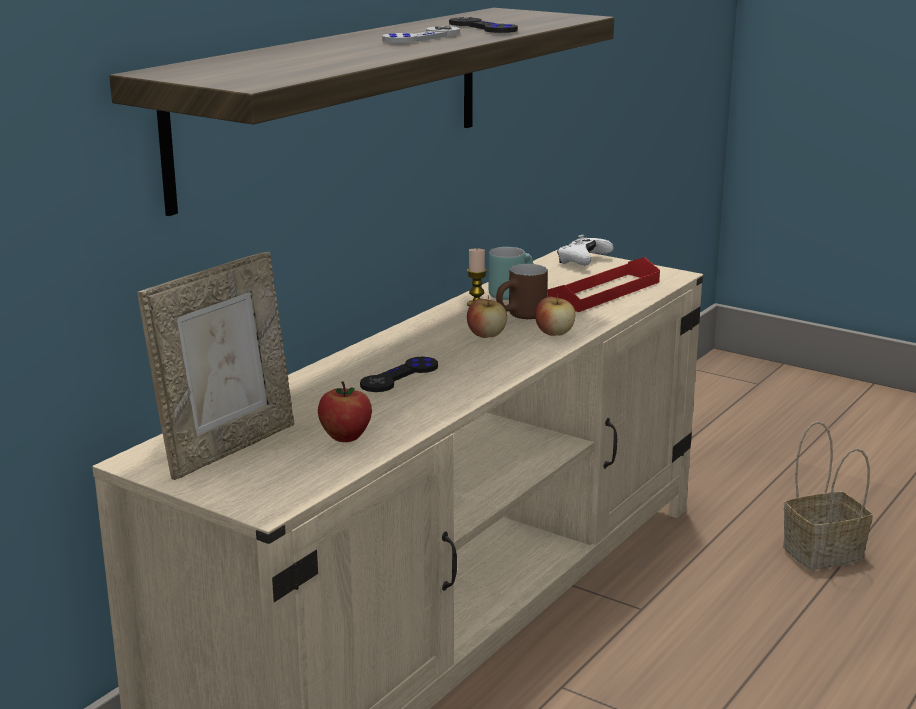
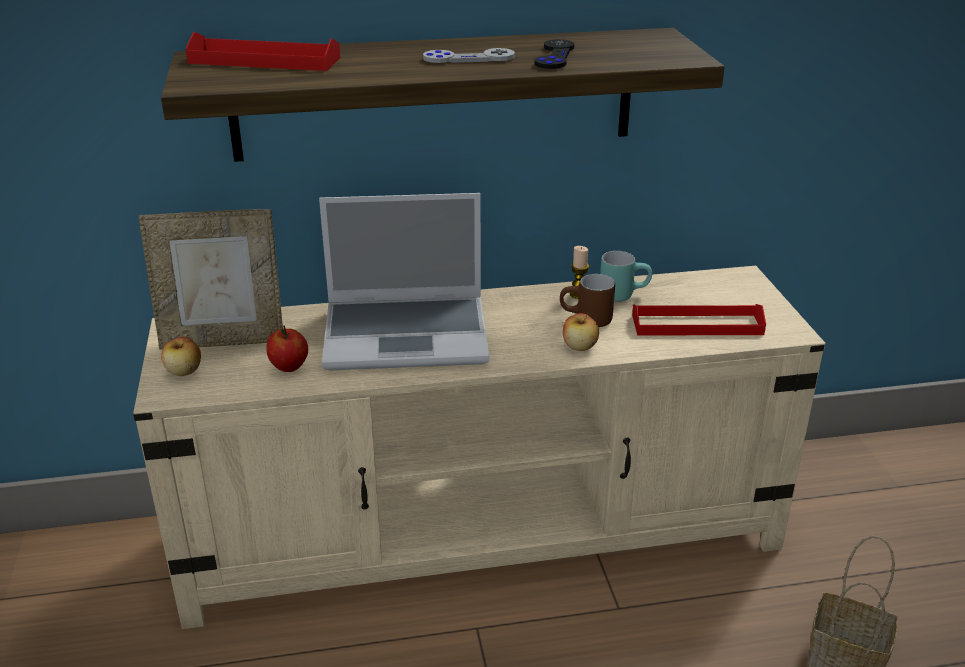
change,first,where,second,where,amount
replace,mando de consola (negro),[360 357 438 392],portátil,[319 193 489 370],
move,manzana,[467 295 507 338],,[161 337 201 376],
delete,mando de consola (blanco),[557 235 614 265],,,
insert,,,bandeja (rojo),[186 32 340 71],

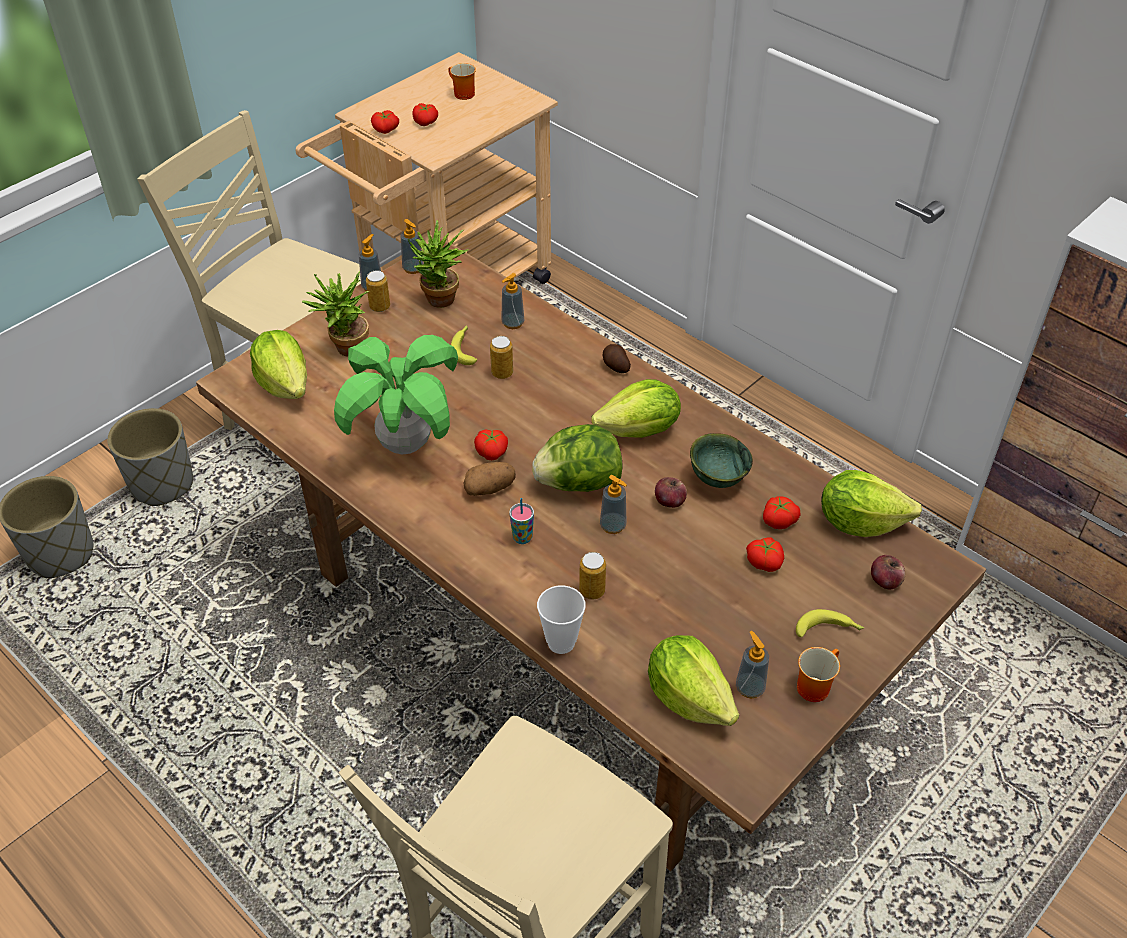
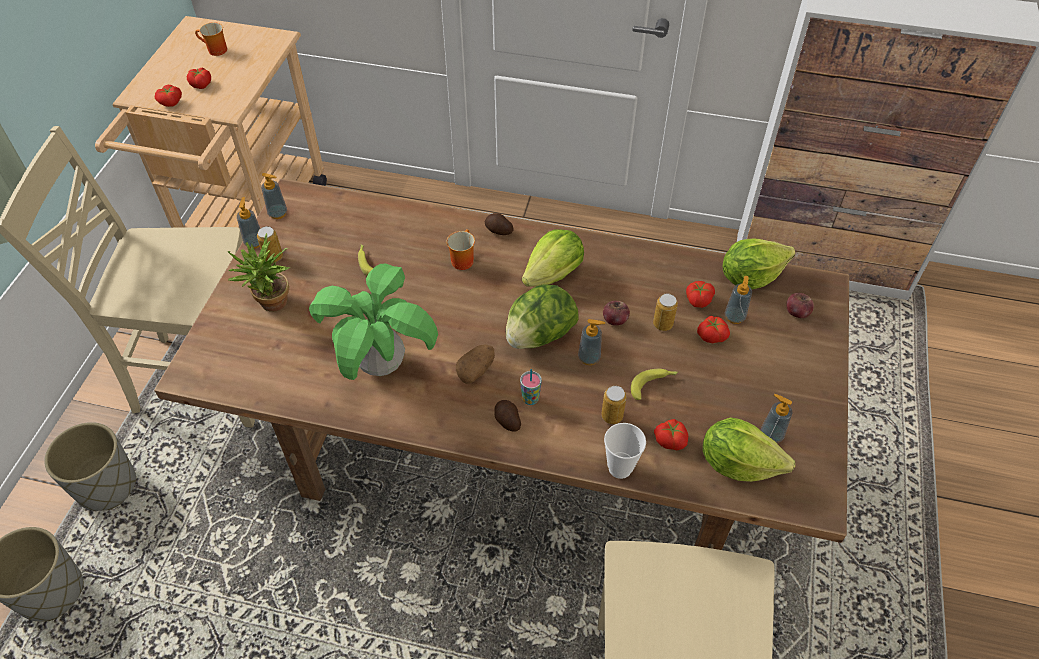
change,first,where,second,where,amount
delete,lechuga,[250 330 307 399],,,
delete,planta en maceta,[408 220 468 308],,,
move,tomate,[474 430 508 460],,[654 419 688 450],
move,lata,[490 336 513 379],,[653 293 678 331],
move,dispensador de jabón,[501 273 524 329],,[725 276 752 324],
delete,cuenco (verde),[690 433 753 488],,,
move,plátano,[796 609 864 637],,[631 369 678 400],
move,taza grande,[797 647 840 702],,[446 229 475 270],
insert,,,patata,[494 400 521 432],

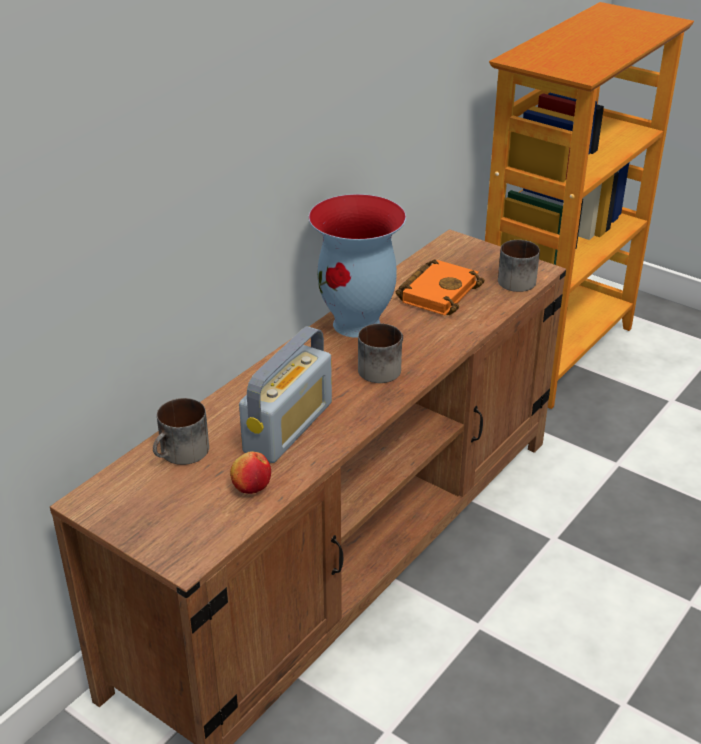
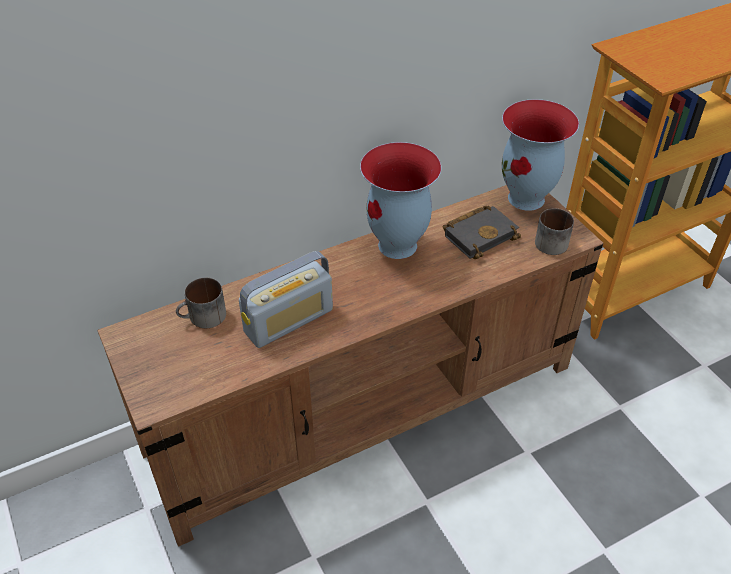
change,first,where,second,where,amount
delete,manzana,[230 451 271 494],,,
delete,taza grande,[358 323 403 383],,,
recolor,libro (naranja),[396 260 485 315],libro (negro),[443 206 521 259],
insert,,,florero,[502 99 579 211],

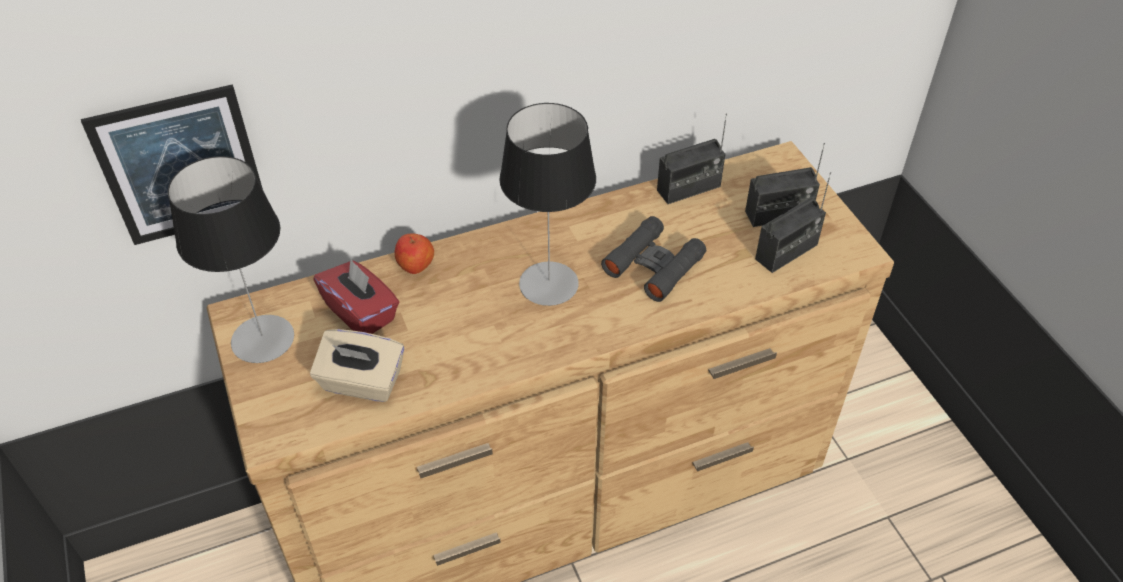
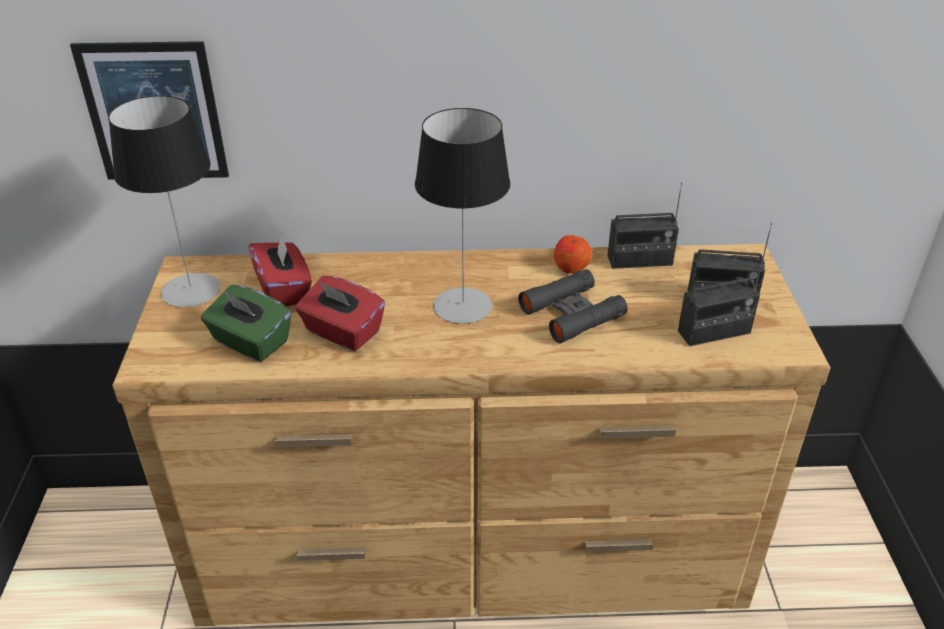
change,first,where,second,where,amount
recolor,caja de pañuelos (beis),[310 329 404 402],caja de pañuelos (verde),[201 285 291 361],
move,manzana,[395 233 434 274],,[554 235 592 274],
insert,,,caja de pañuelos (rojo),[295 276 385 351],

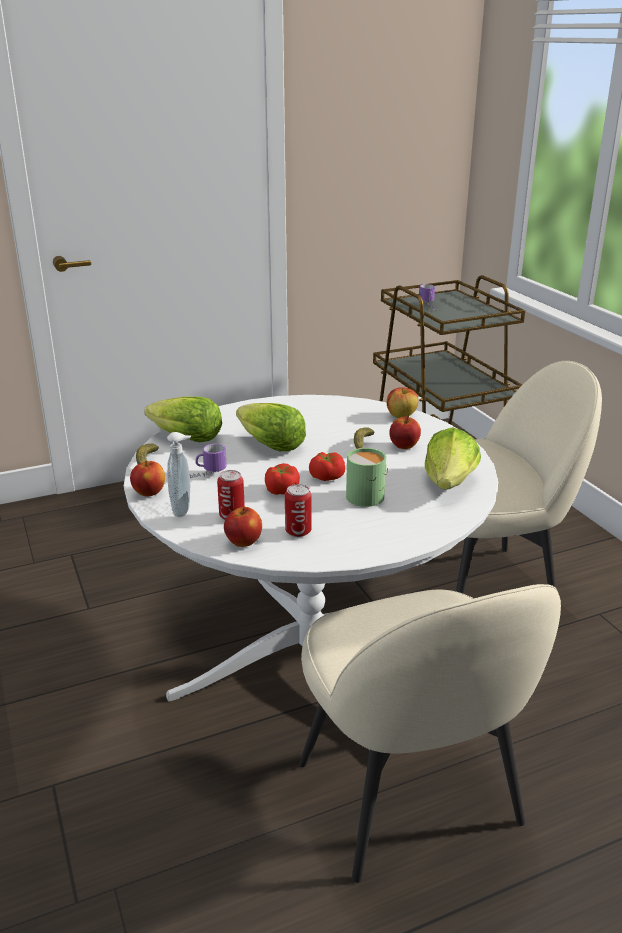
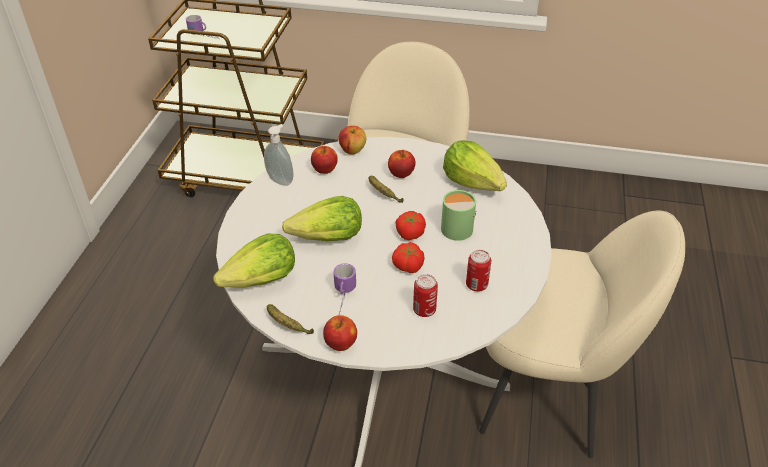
change,first,where,second,where,amount
move,dispensador de jabón,[167 432 191 517],,[264 124 294 186],
move,manzana,[224 507 262 547],,[311 146 338 174],

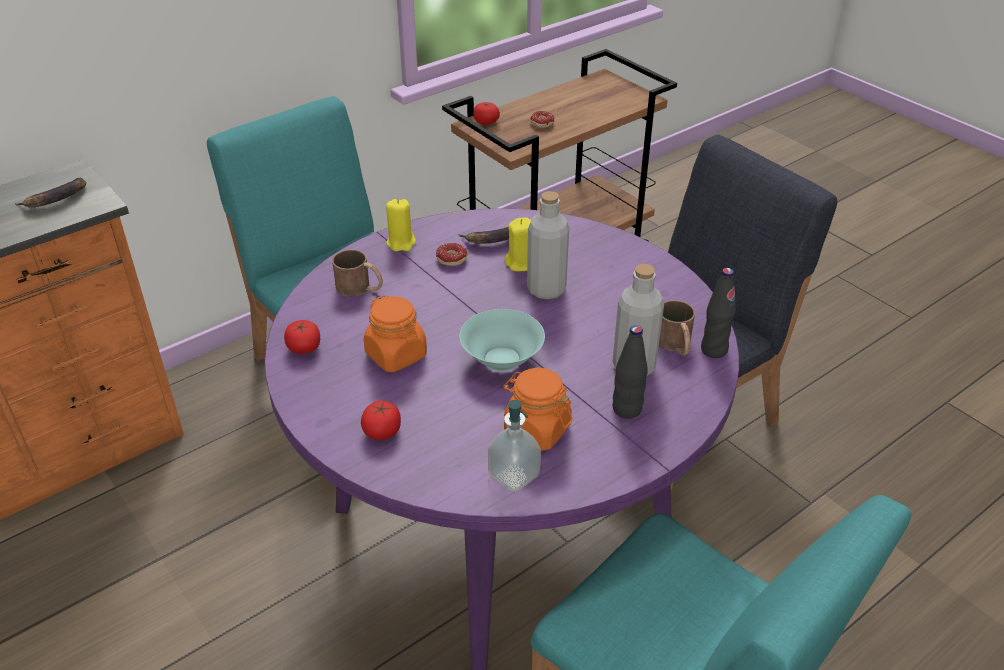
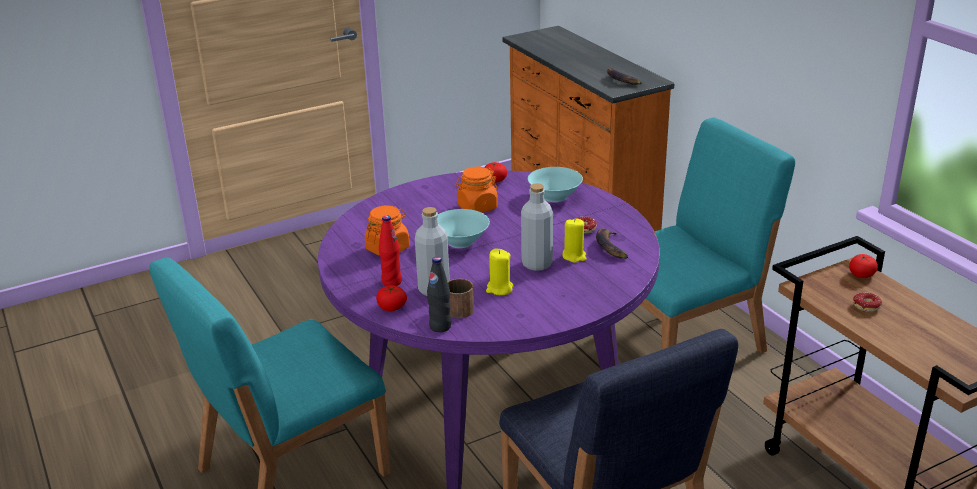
change,first,where,second,where,amount
replace,taza grande (marrón),[332 250 383 297],cuenco (turquesa),[528 167 583 202],
move,tomate,[361 401 401 440],,[376 285 407 311],
move,vela (amarillo),[386 199 416 251],,[486 249 514 295],
delete,dispensador de jabón,[488 400 541 492],,,
recolor,botella (negro),[613 325 648 418],botella (rojo),[379 215 402 286],

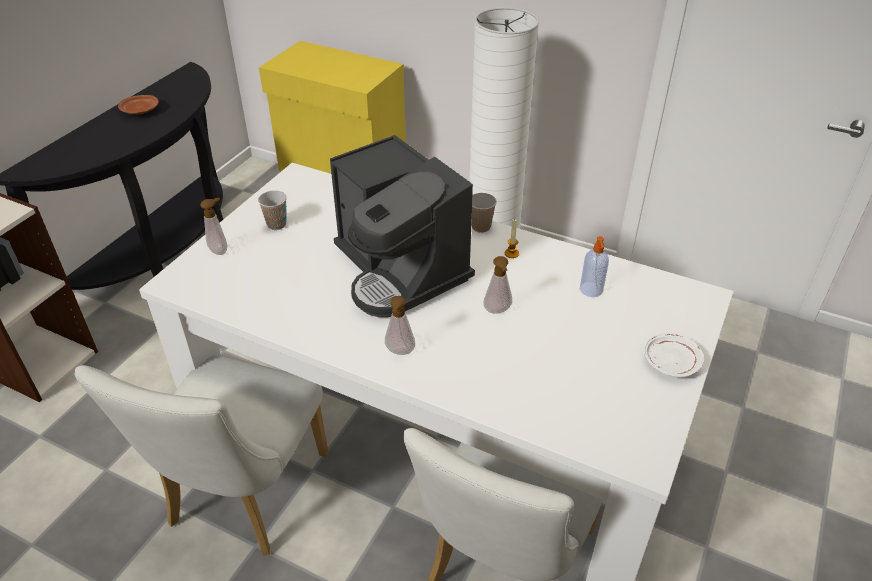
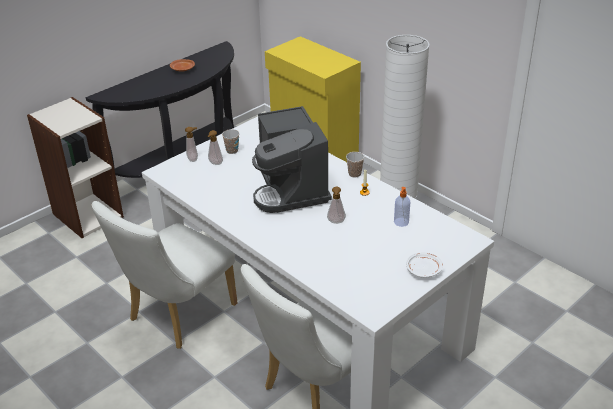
change,first,where,second,where,amount
move,dispensador de jabón,[385 296 415 355],,[207 130 223 165],

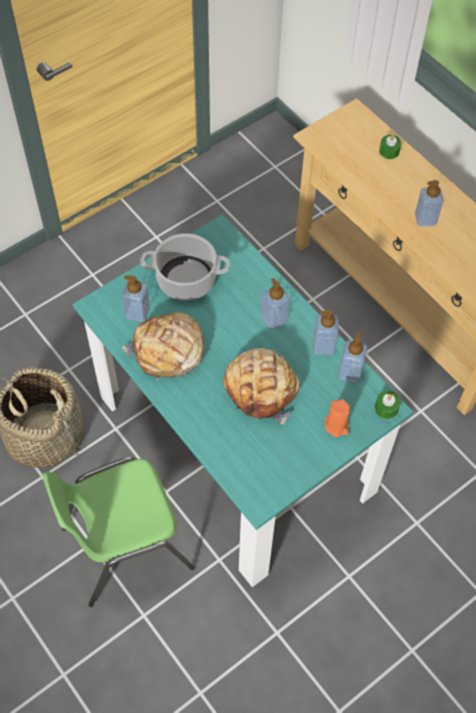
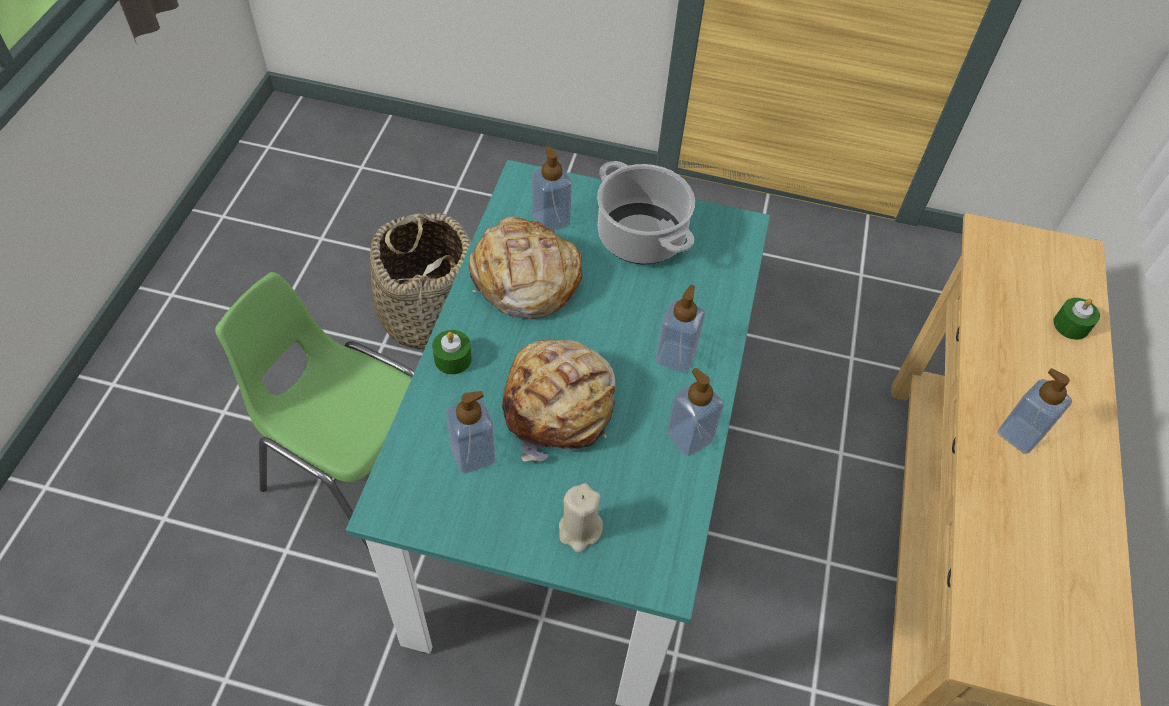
change,first,where,second,where,amount
recolor,vela (naranja),[325 399 350 437],vela (beis),[559 483 603 553],
move,dispensador de jabón,[338 332 368 383],,[446 391 495 473],
move,vela (verde),[375 390 401 419],,[432 330 471 375],

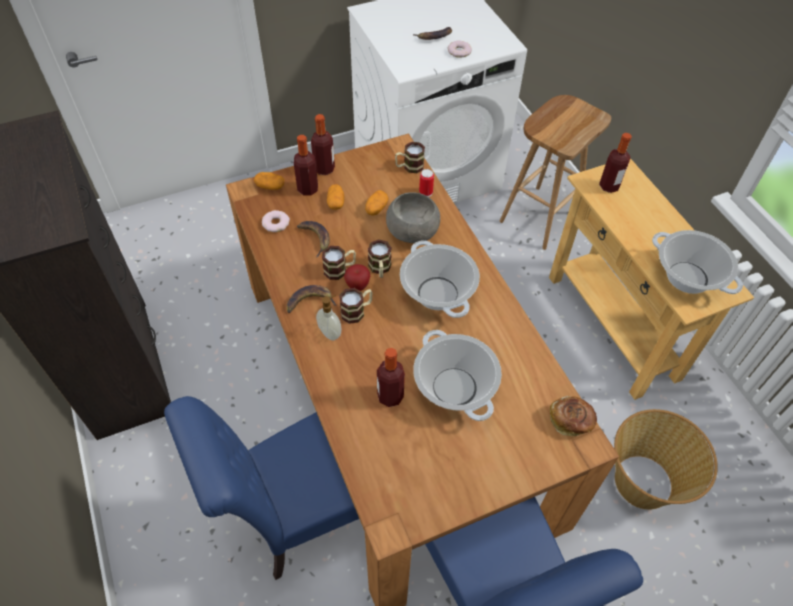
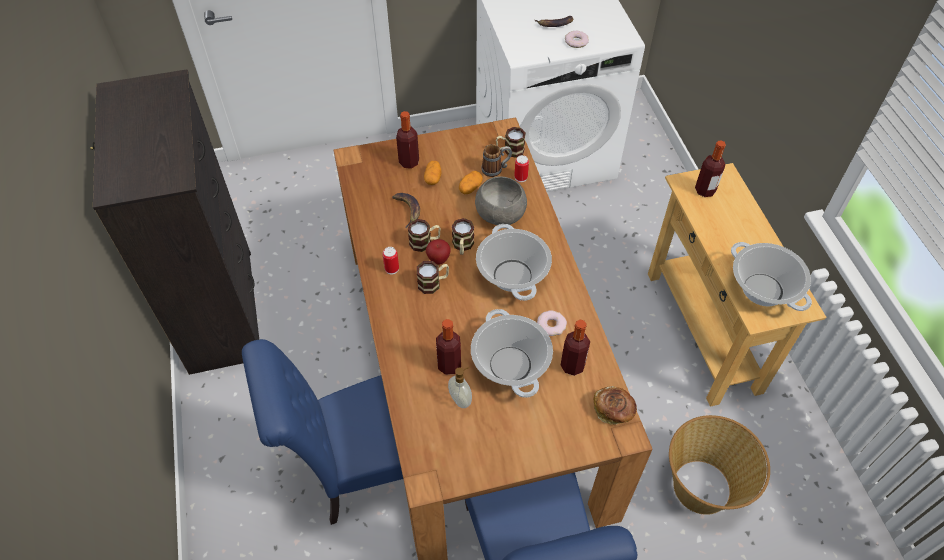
change,first,where,second,where,amount
delete,patata,[254 172 285 190],,,
move,rosquilla,[262 210 290 232],,[537 310 567 336],
replace,plátano,[286 285 337 313],lata,[383 247 399 274],
move,botella,[311 114 335 175],,[561 320 590 376],
move,dispensador de jabón,[316 295 341 340],,[448 367 472 408],
delete,taburete (marrón),[500 95 611 250],,,
insert,,,taza grande,[481 144 512 177],

